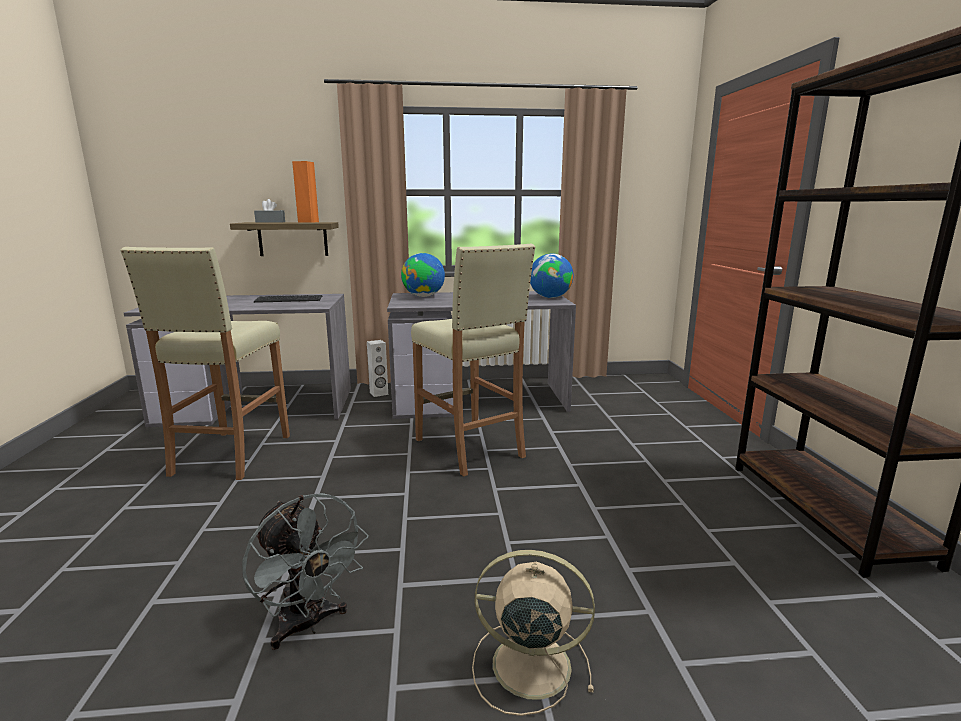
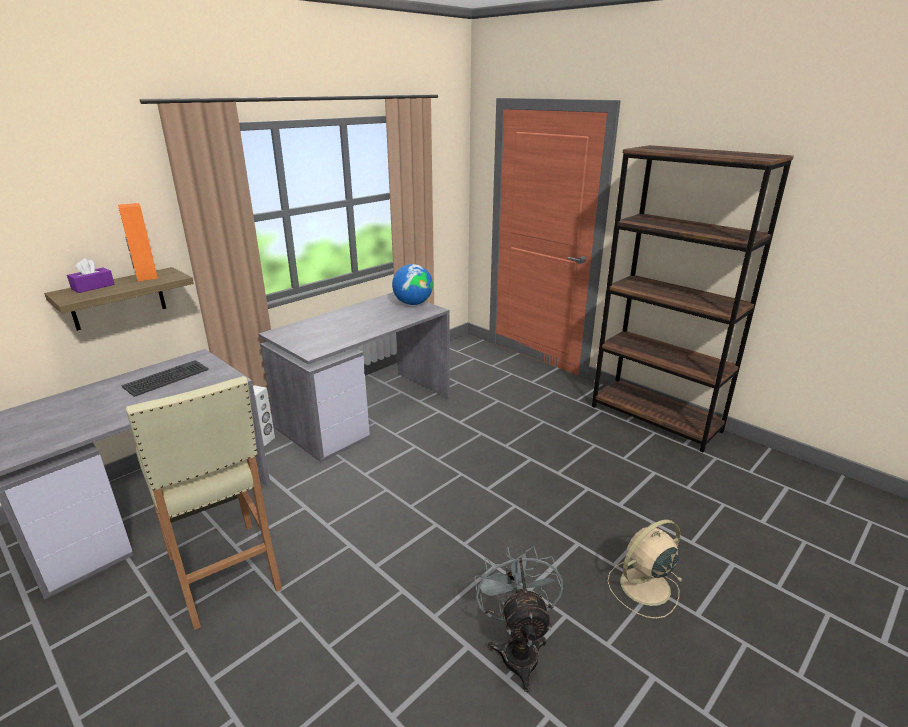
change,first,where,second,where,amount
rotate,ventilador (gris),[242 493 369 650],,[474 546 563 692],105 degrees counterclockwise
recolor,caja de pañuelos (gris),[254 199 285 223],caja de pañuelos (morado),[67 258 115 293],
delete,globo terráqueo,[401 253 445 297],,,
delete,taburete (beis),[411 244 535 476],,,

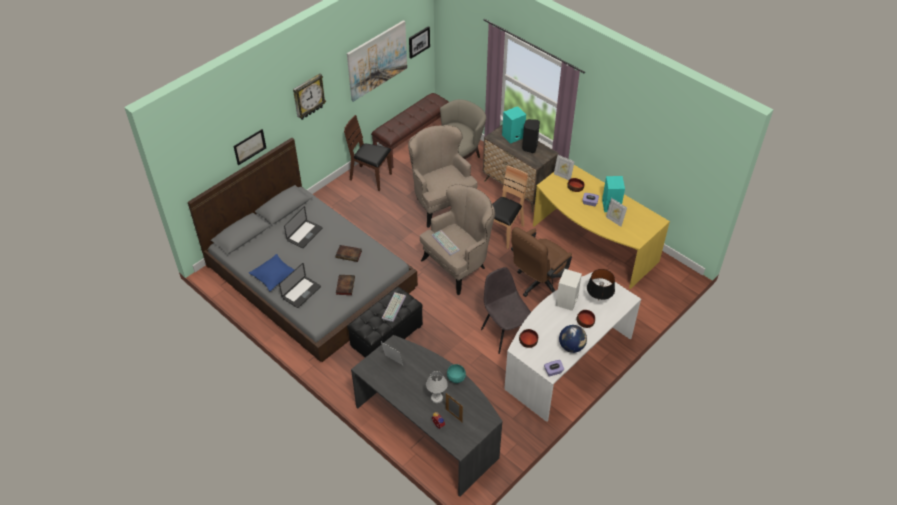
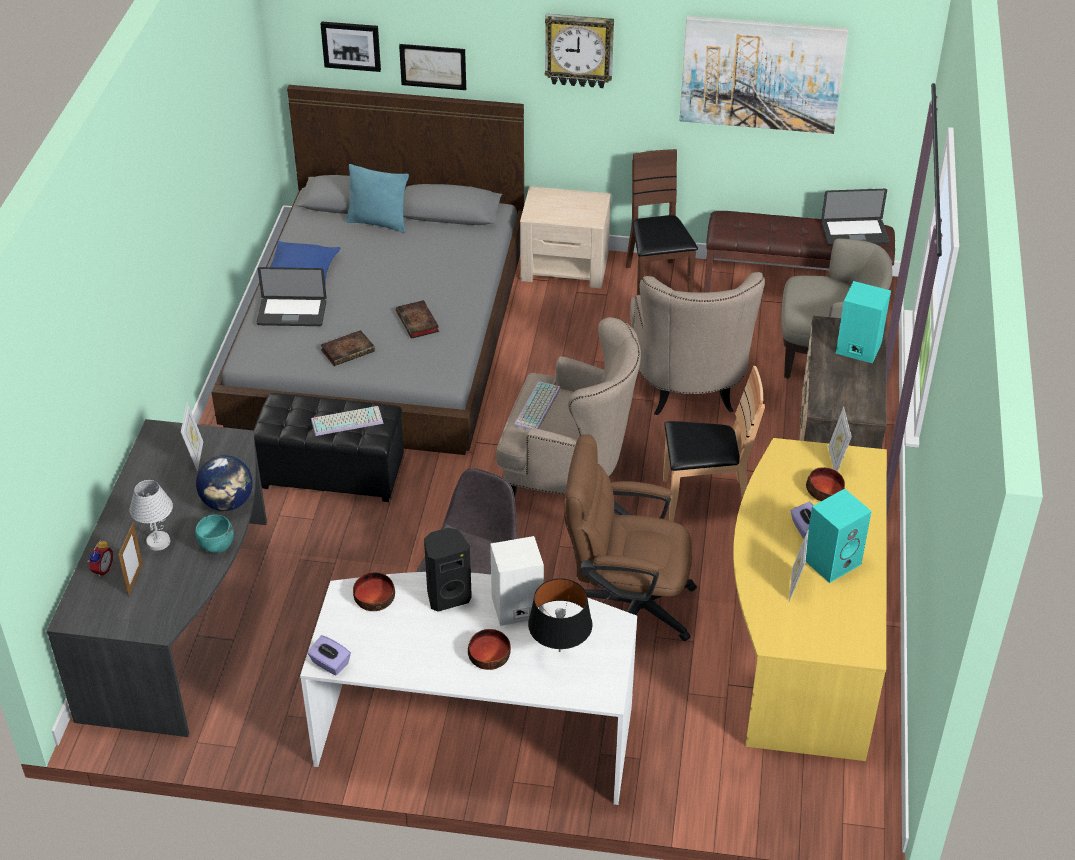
change,first,where,second,where,amount
move,portátil,[284 206 322 248],,[821 189 890 246],
rotate,sillón (beis),[408 125 478 228],,[630 272 765 415],150 degrees clockwise
move,cuadro,[409 26 430 59],,[320 21 381 72],
move,altavoz (negro),[522 119 540 153],,[424 528 472 612],
move,globo terráqueo,[559 325 587 353],,[196 455 253 511],
insert,,,cojín (turquesa),[346 164 409 233],
insert,,,mesita de noche (beis),[520 186 611 288],

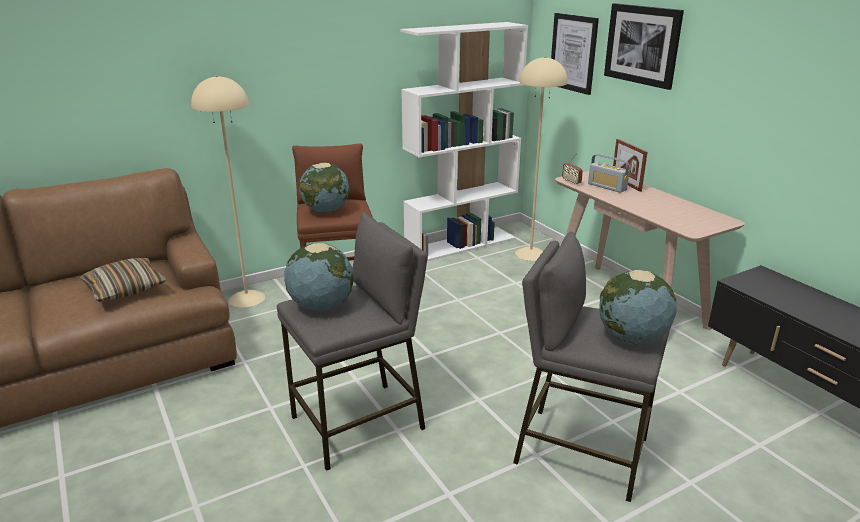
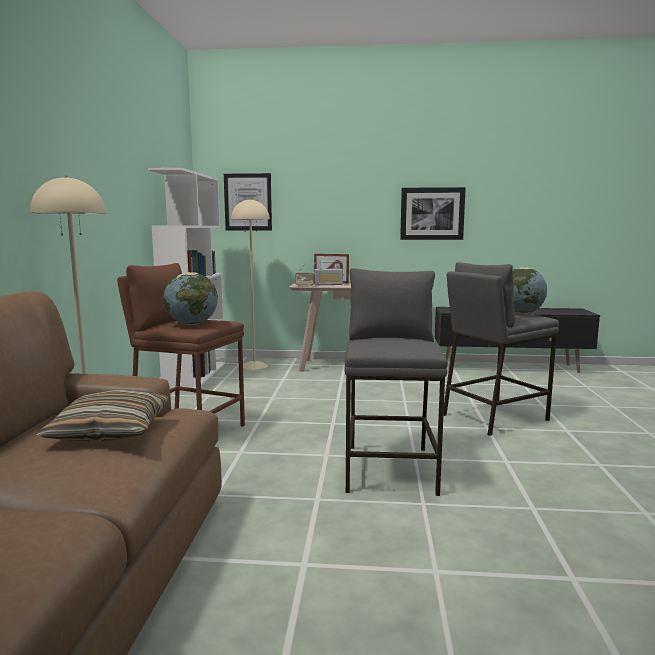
change,first,where,second,where,amount
delete,globo terráqueo,[284 243 353 311],,,
move,cuadro,[604 3 684 90],,[400 187 466 240],

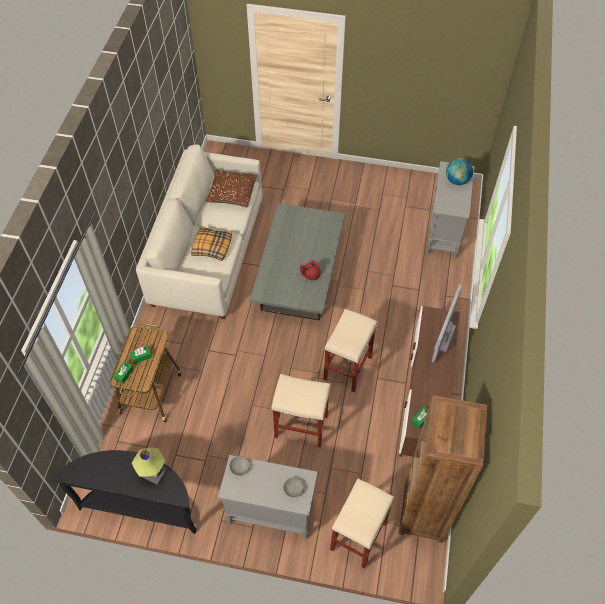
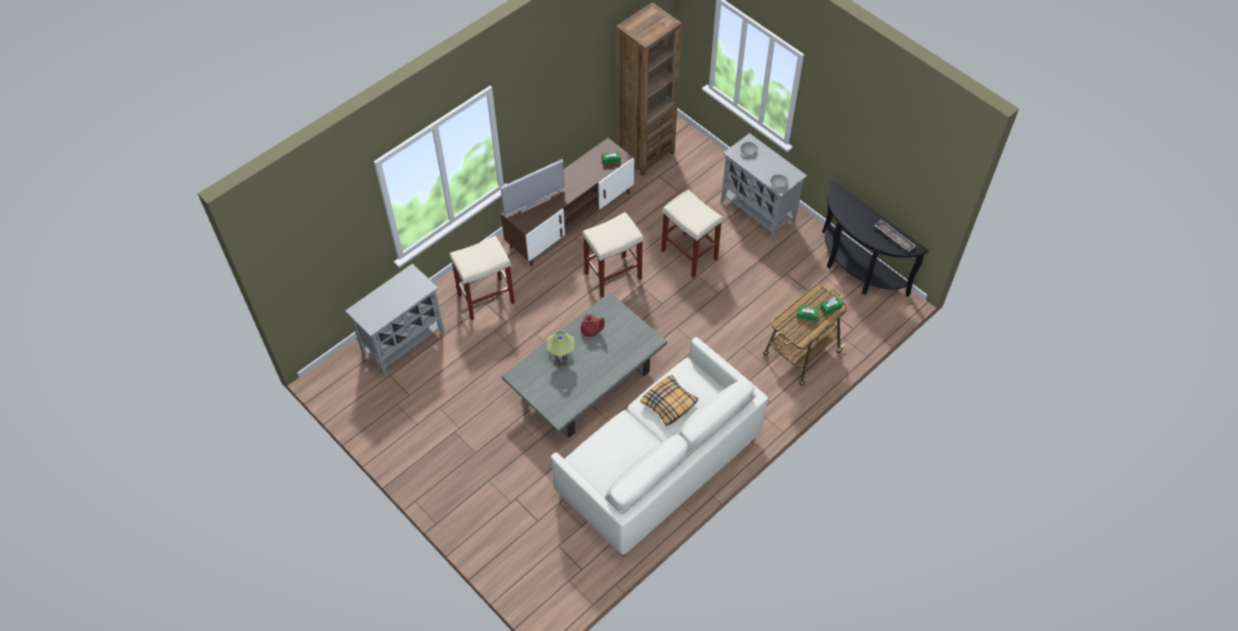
change,first,where,second,where,amount
move,lámpara de mesa,[132 448 167 485],,[547 330 575 368],
delete,cojín (marrón),[205 169 257 207],,,
move,taburete (beis),[330 479 394 568],,[449 235 515 320],
delete,globo terráqueo,[446 158 473 185],,,
insert,,,bandeja,[874 219 916 252],

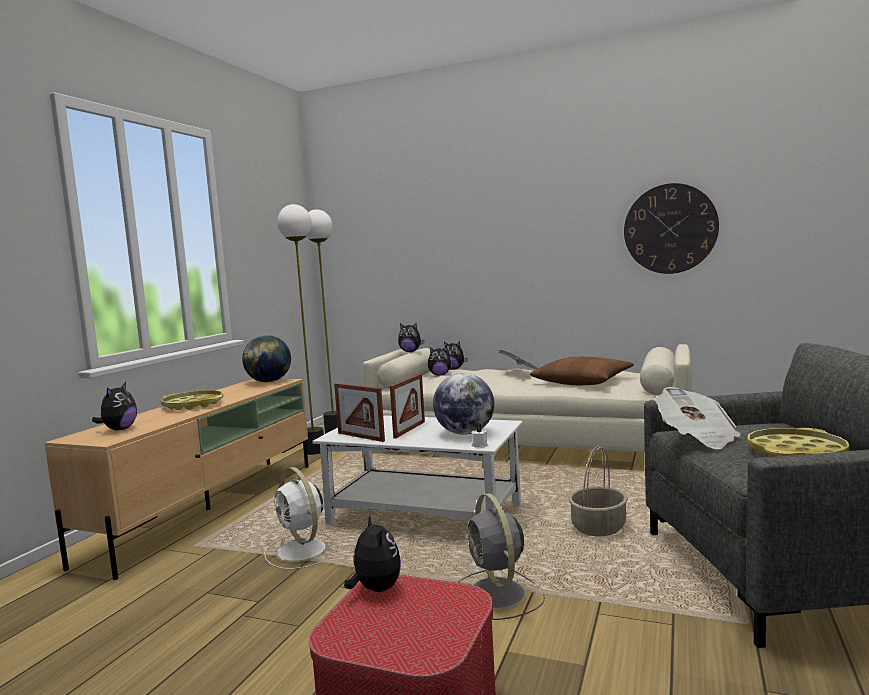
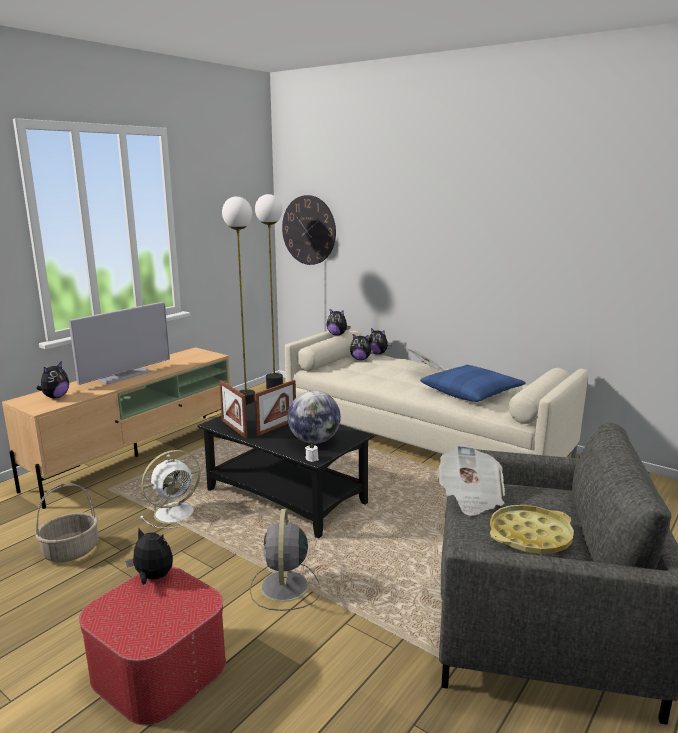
change,first,where,second,where,amount
replace,bandeja (amarillo),[161 390 223 410],televisor,[69 302 170 385],
delete,globo terráqueo,[242 335 291 382],,,
rotate,ventilador (blanco),[264 467 333 570],,[140 450 200 529],105 degrees counterclockwise
recolor,mesa de centro (blanco),[312 415 523 525],mesa de centro (negro),[198 402 374 539],
rotate,peluche,[344 516 401 592],,[126 528 173 585],60 degrees counterclockwise
recolor,cojín (marrón),[530 357 634 385],cojín (azul),[420 365 526 402],
move,cesta,[569 446 628 536],,[36 483 98 562],
move,reloj de pared,[624 183 719 274],,[282 195 336 265],

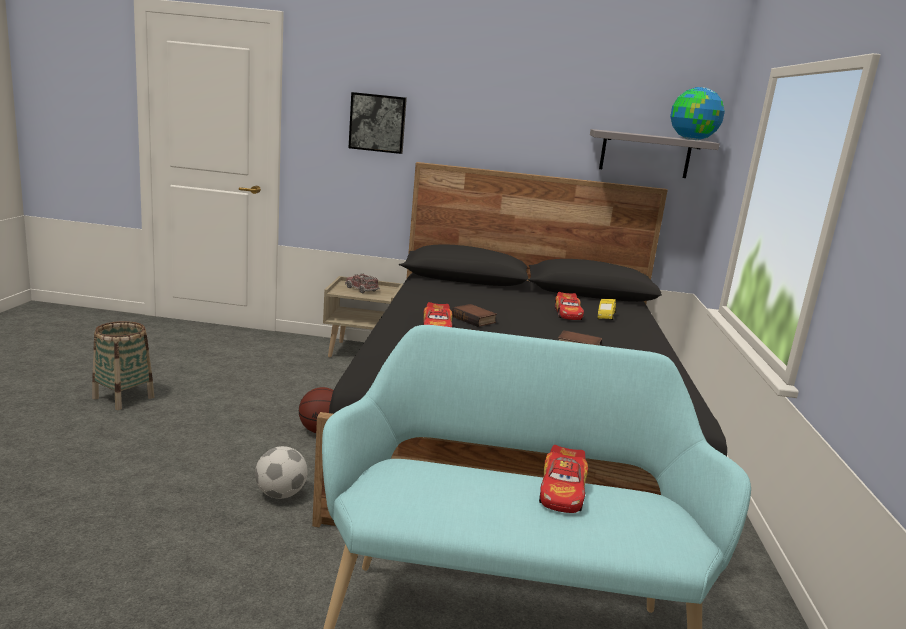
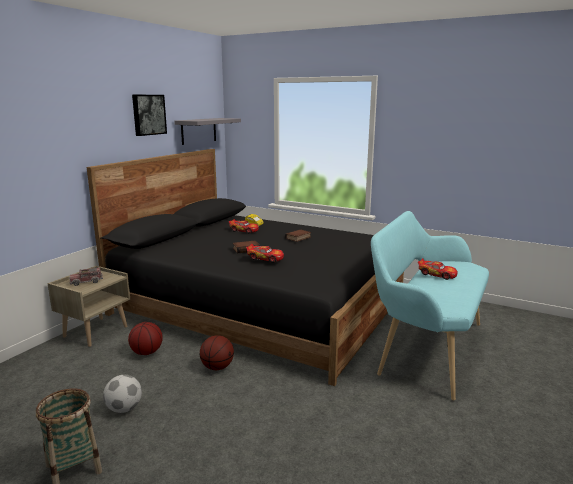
change,first,where,second,where,amount
move,balón de fútbol,[255 446 308 499],,[103 375 142 413],
move,cuadro,[349 92 407 154],,[132 95 167 136],
delete,globo terráqueo,[670 87 725 140],,,
insert,,,balón de baloncesto,[128 322 163 355],

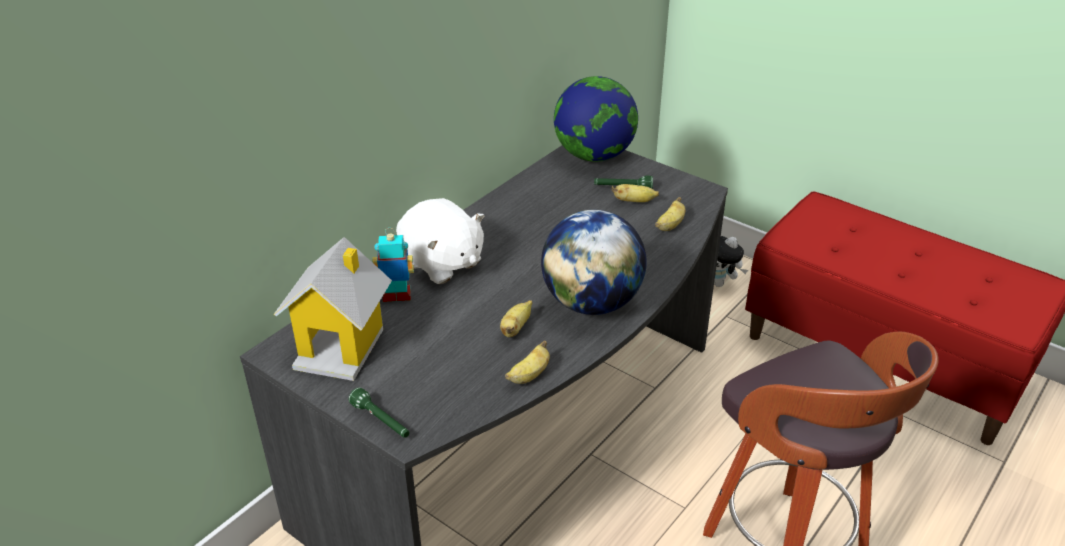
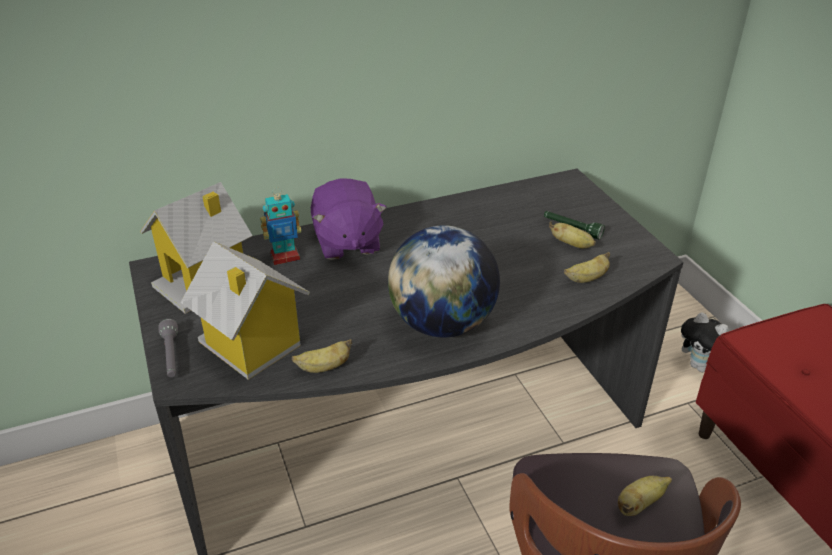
change,first,where,second,where,amount
recolor,linterna (verde),[349 387 409 438],linterna (gris),[159 319 178 377],
rotate,robot de juguete,[372 228 414 302],,[260 187 301 265],135 degrees clockwise
recolor,peluche (blanco),[396 198 485 284],peluche (morado),[311 178 387 260],
move,plátano,[500 300 532 337],,[618 476 672 516],
delete,globo terráqueo,[554 76 638 162],,,
insert,,,casita,[181 241 310 380],

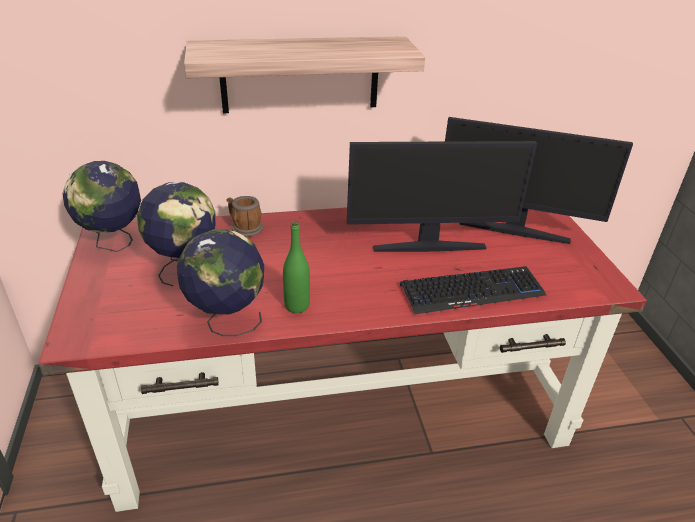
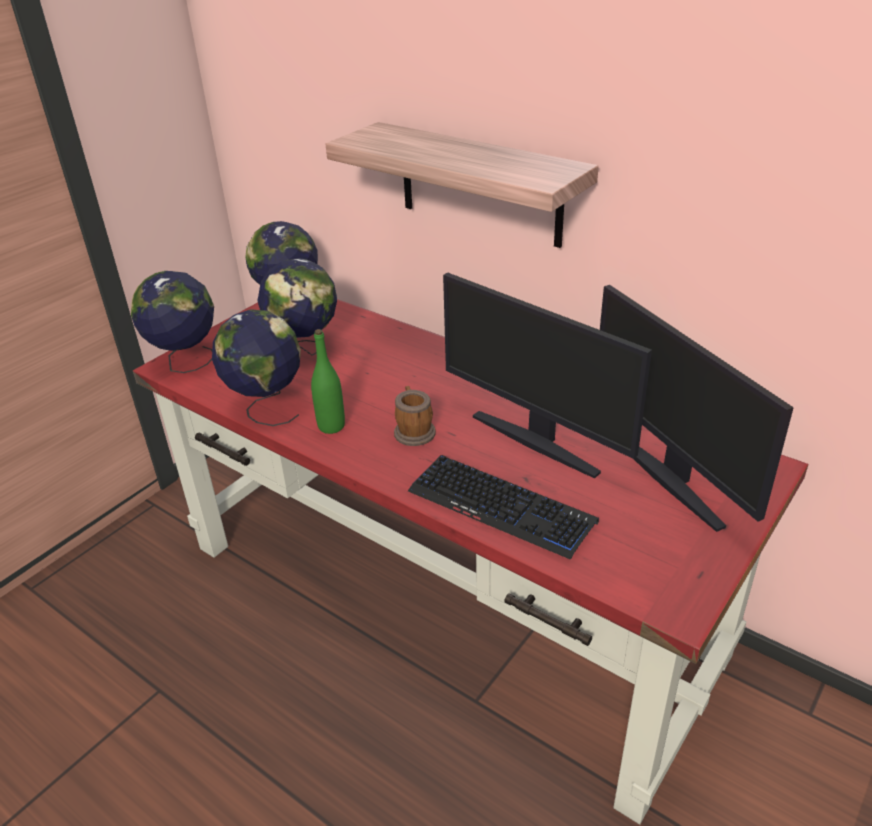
change,first,where,second,where,amount
move,taza grande,[226 196 263 237],,[394 386 436 446],
insert,,,globo terráqueo,[131 271 214 373],

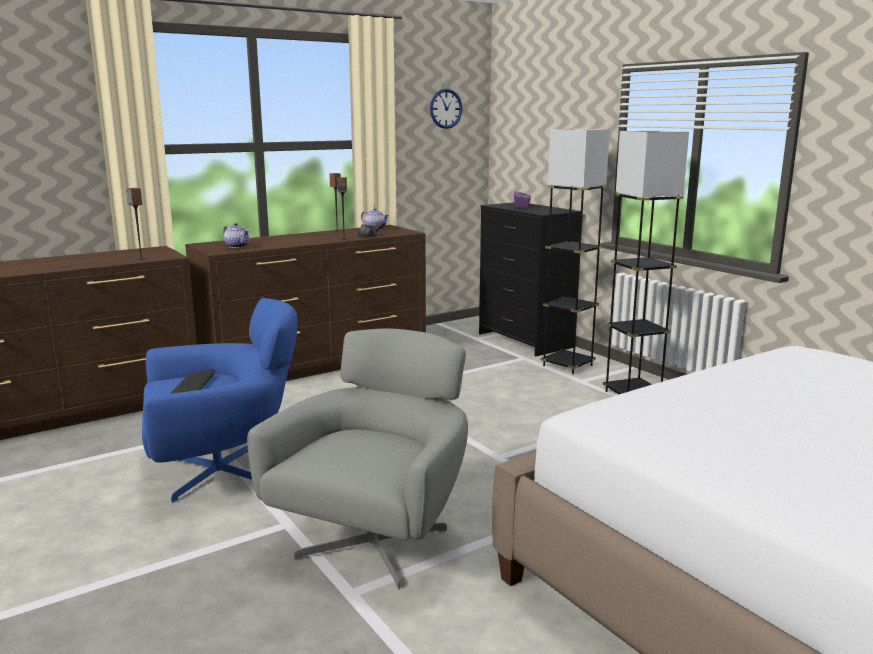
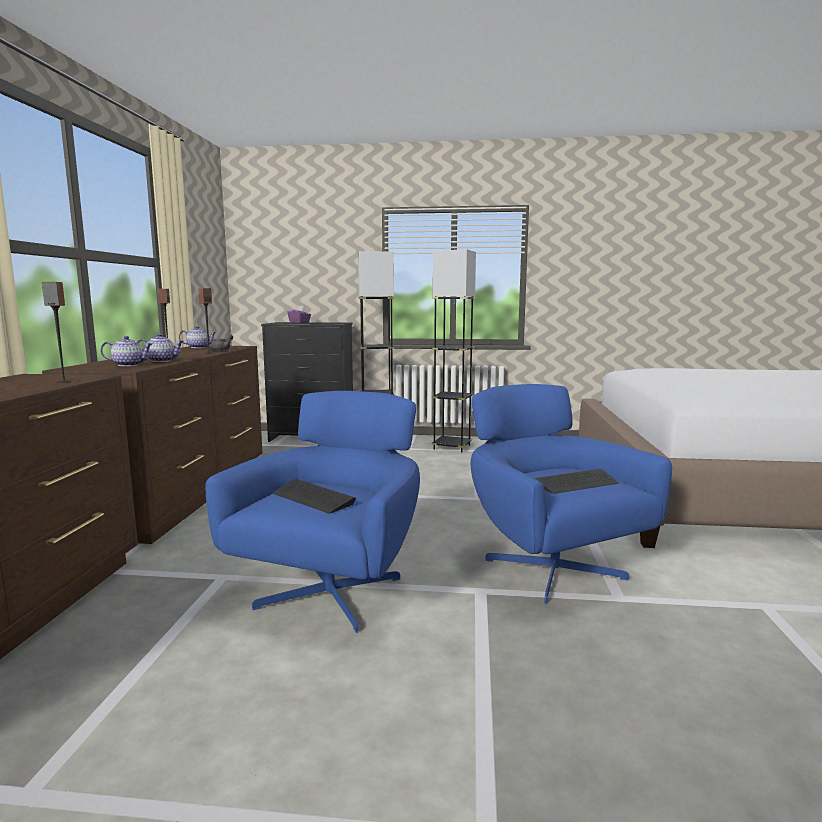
change,first,where,second,where,amount
recolor,sillón (gris),[247 328 468 590],sillón (azul),[471 384 672 604],
delete,reloj de pared,[430 89 463 129],,,
insert,,,tetera,[137 334 184 362],
insert,,,teclado,[535 469 619 494],

